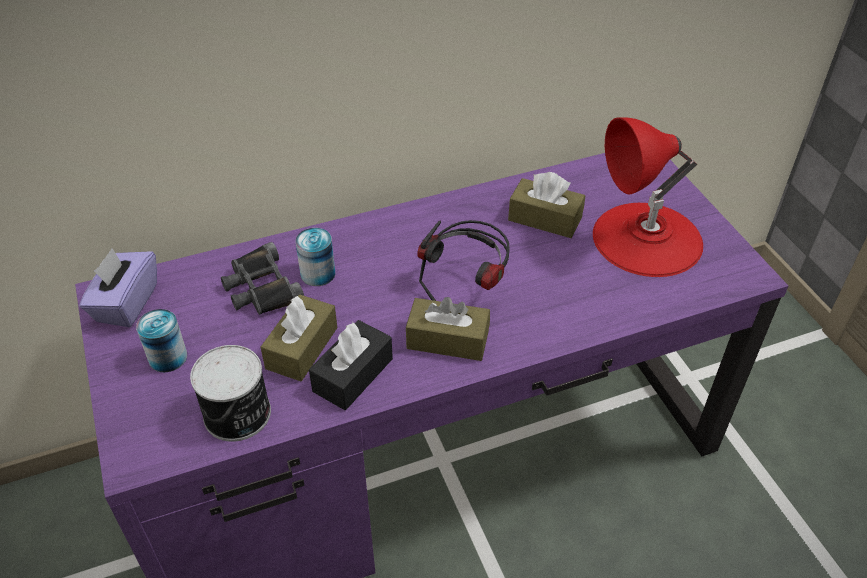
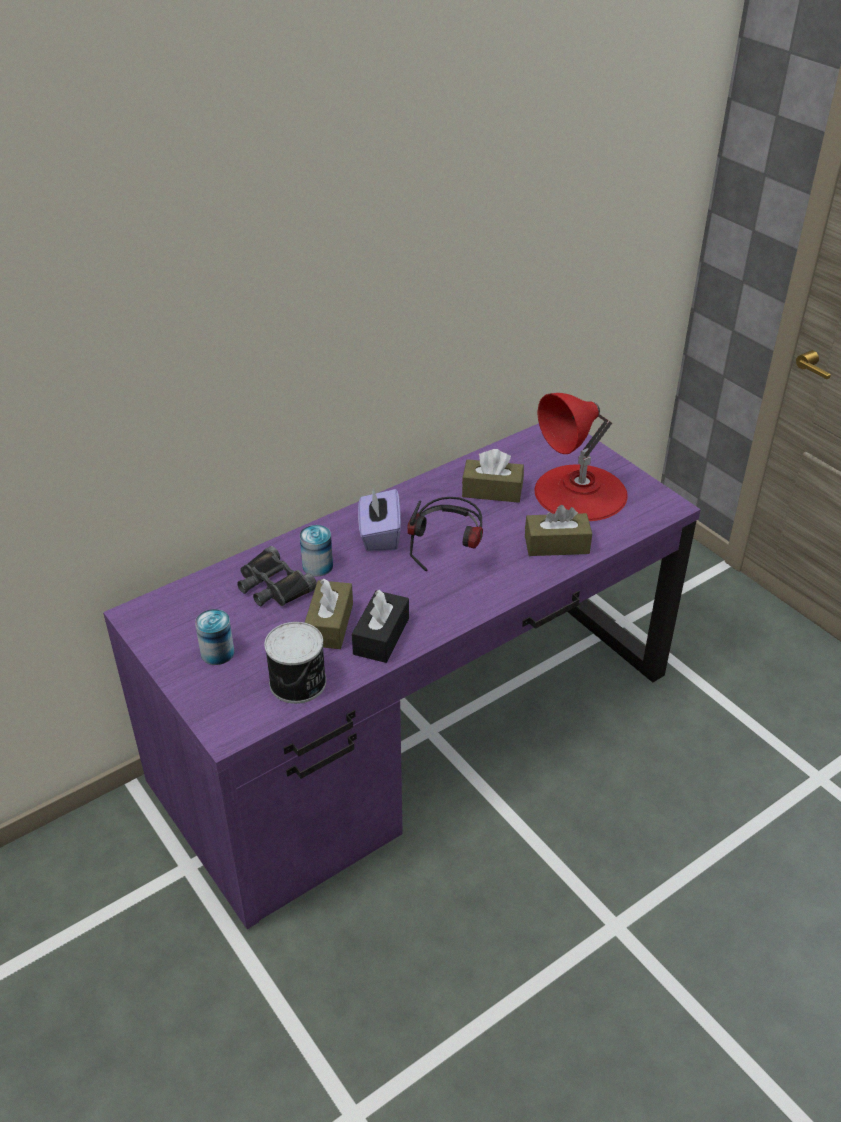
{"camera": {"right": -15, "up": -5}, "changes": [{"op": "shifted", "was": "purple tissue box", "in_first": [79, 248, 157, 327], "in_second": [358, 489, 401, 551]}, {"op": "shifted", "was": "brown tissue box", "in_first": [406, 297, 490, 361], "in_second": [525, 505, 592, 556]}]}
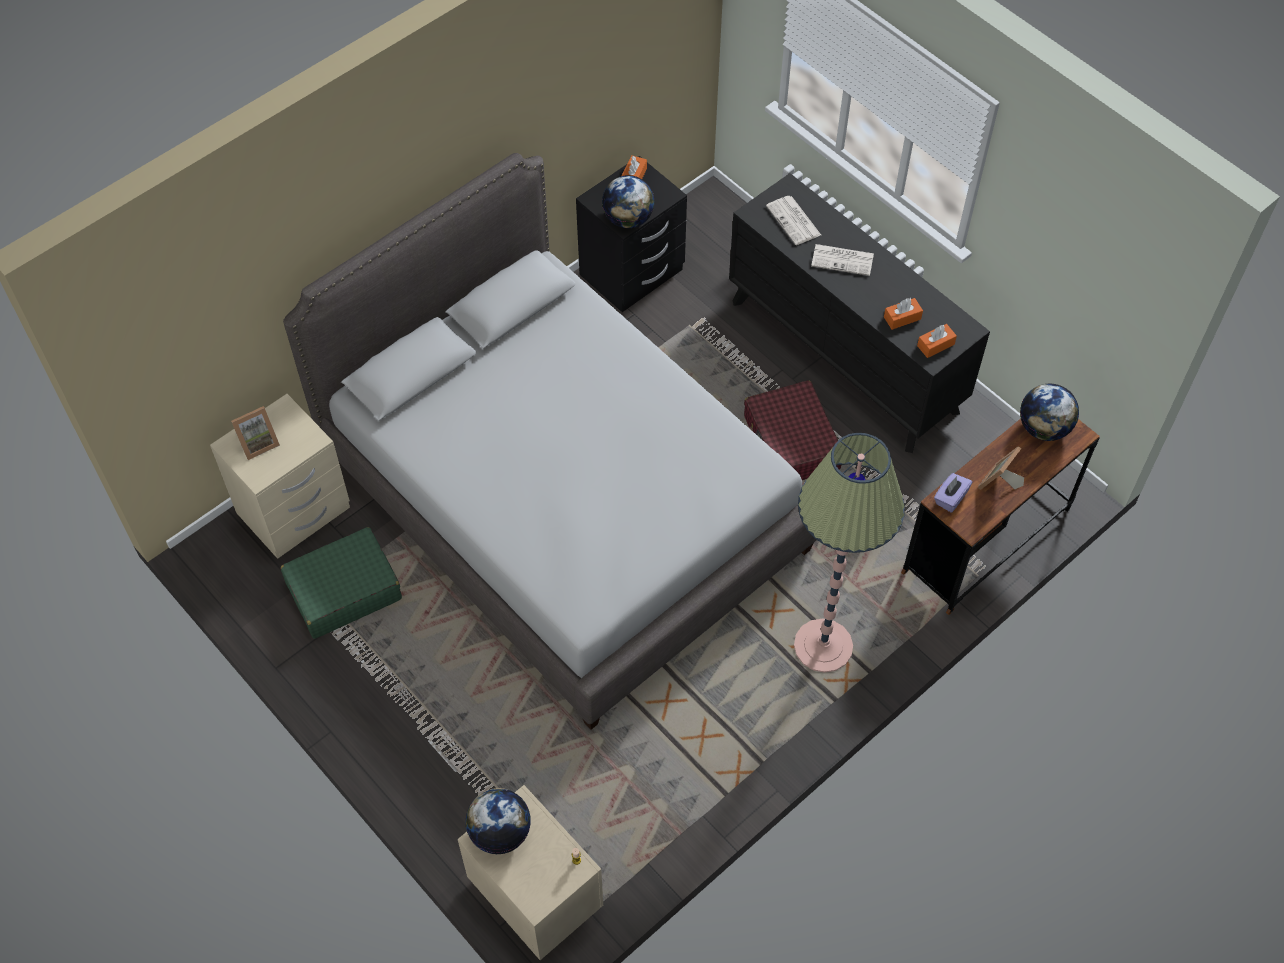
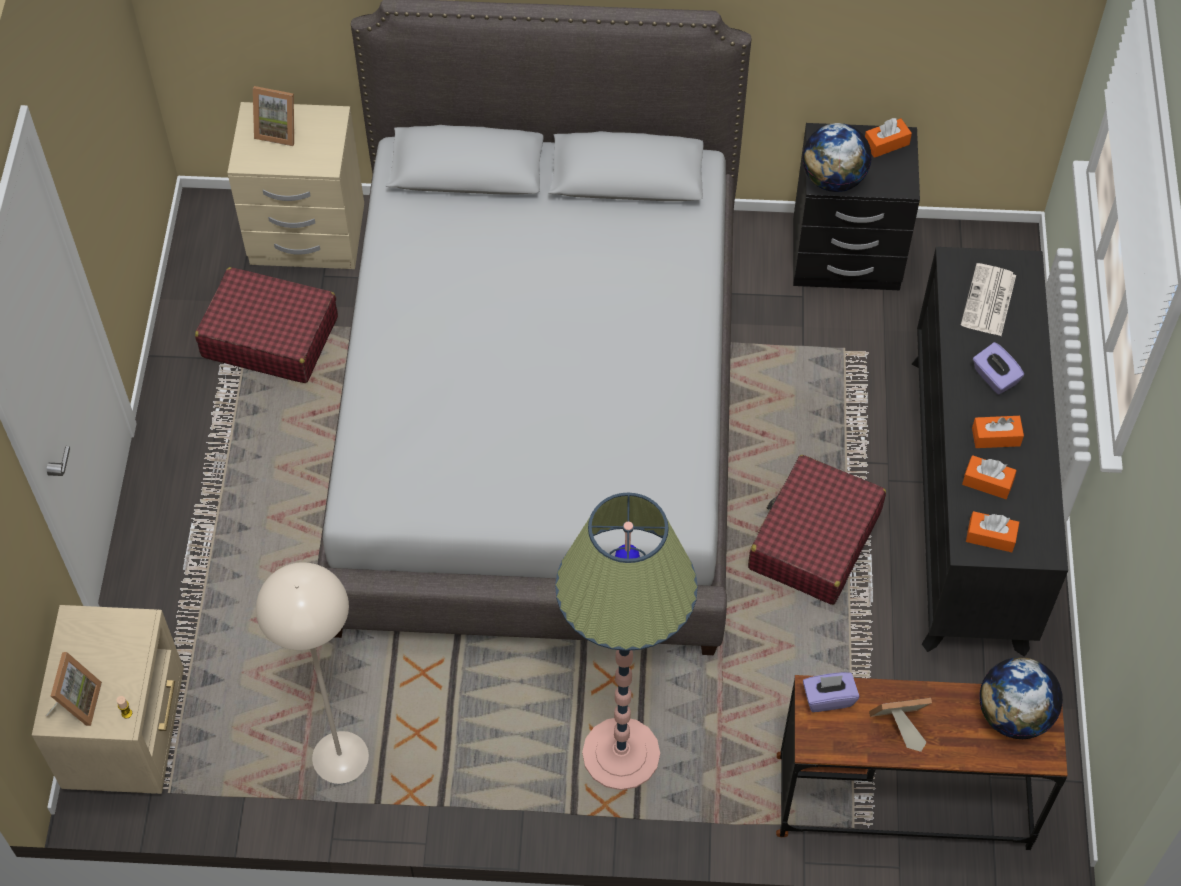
{"camera": {"right": 45, "up": 0}, "changes": [{"op": "repainted", "was": "green suitcase", "now": "red suitcase", "in_first": [280, 527, 402, 639], "in_second": [195, 267, 338, 383]}, {"op": "gone", "was": "globe", "in_first": [465, 788, 531, 854]}, {"op": "swapped", "was": "newspaper", "now": "purple tissue box", "in_first": [811, 244, 874, 276], "in_second": [973, 342, 1024, 394]}, {"op": "new", "now": "picture frame", "in_second": [46, 652, 102, 726]}, {"op": "new", "now": "beige floor lamp", "in_second": [256, 562, 369, 784]}, {"op": "new", "now": "orange tissue box", "in_second": [972, 416, 1024, 448]}]}
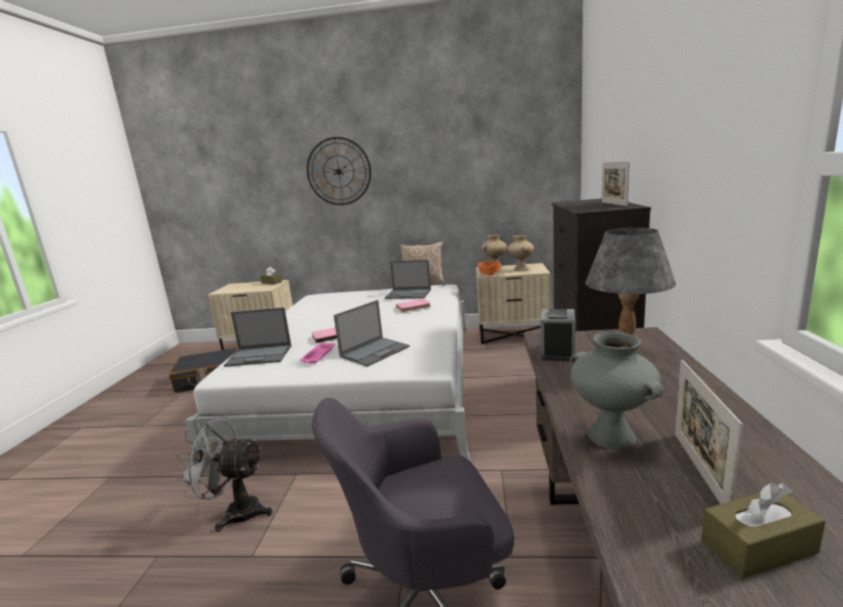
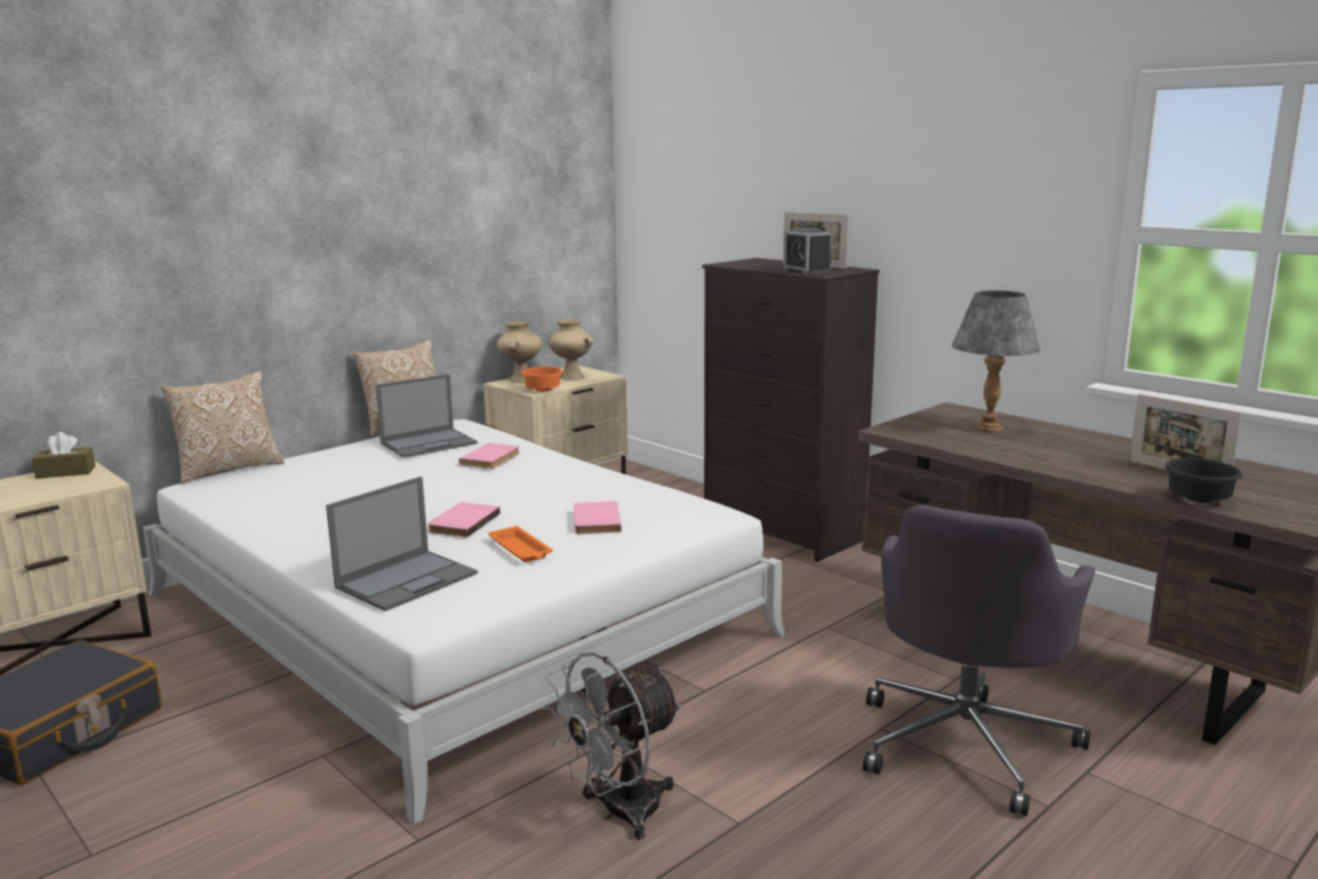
{"camera": {"right": -50, "up": 0}, "changes": [{"op": "repainted", "was": "pink tray", "now": "orange tray", "in_first": [300, 343, 335, 363], "in_second": [488, 526, 553, 562]}, {"op": "gone", "was": "wall clock", "in_first": [307, 137, 371, 205]}, {"op": "swapped", "was": "laptop", "now": "pink book", "in_first": [334, 300, 410, 367], "in_second": [574, 501, 621, 534]}, {"op": "shifted", "was": "alarm clock", "in_first": [540, 309, 575, 361], "in_second": [782, 227, 832, 275]}, {"op": "gone", "was": "grey vase", "in_first": [570, 332, 663, 450]}, {"op": "gone", "was": "brown tissue box", "in_first": [701, 483, 825, 578]}, {"op": "new", "now": "pillow", "in_second": [161, 371, 284, 484]}, {"op": "new", "now": "black bowl", "in_second": [1165, 458, 1242, 503]}]}
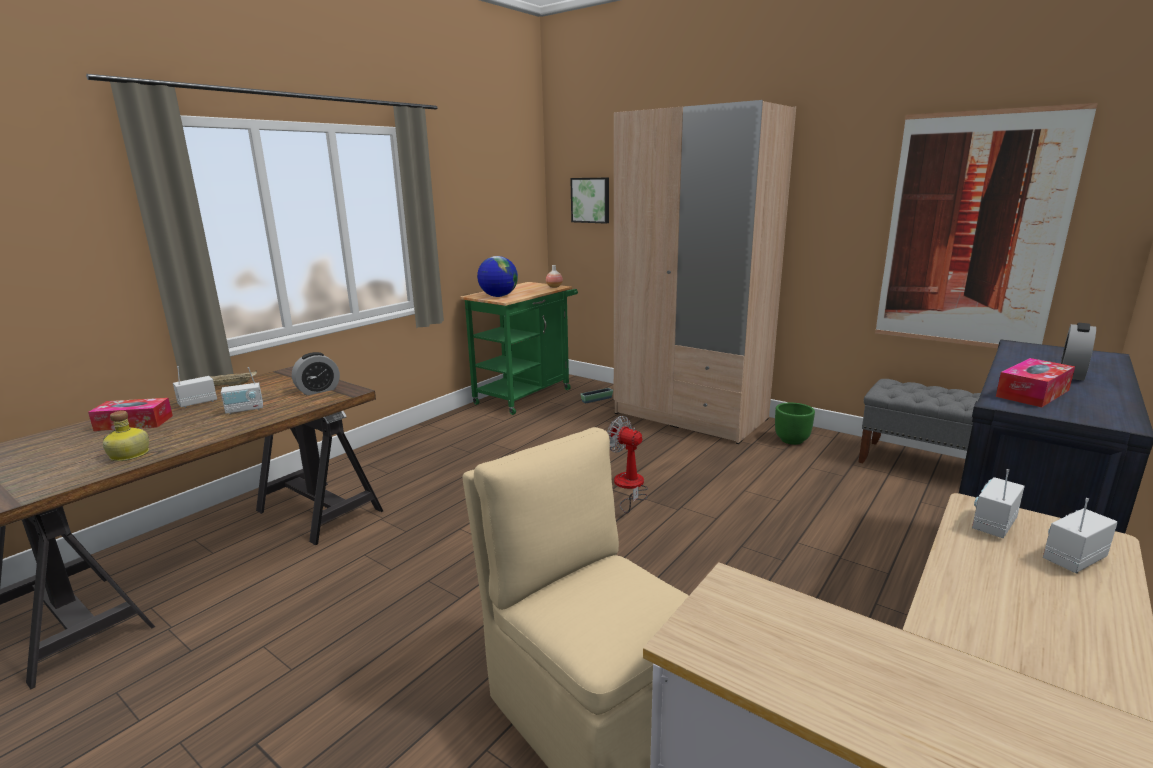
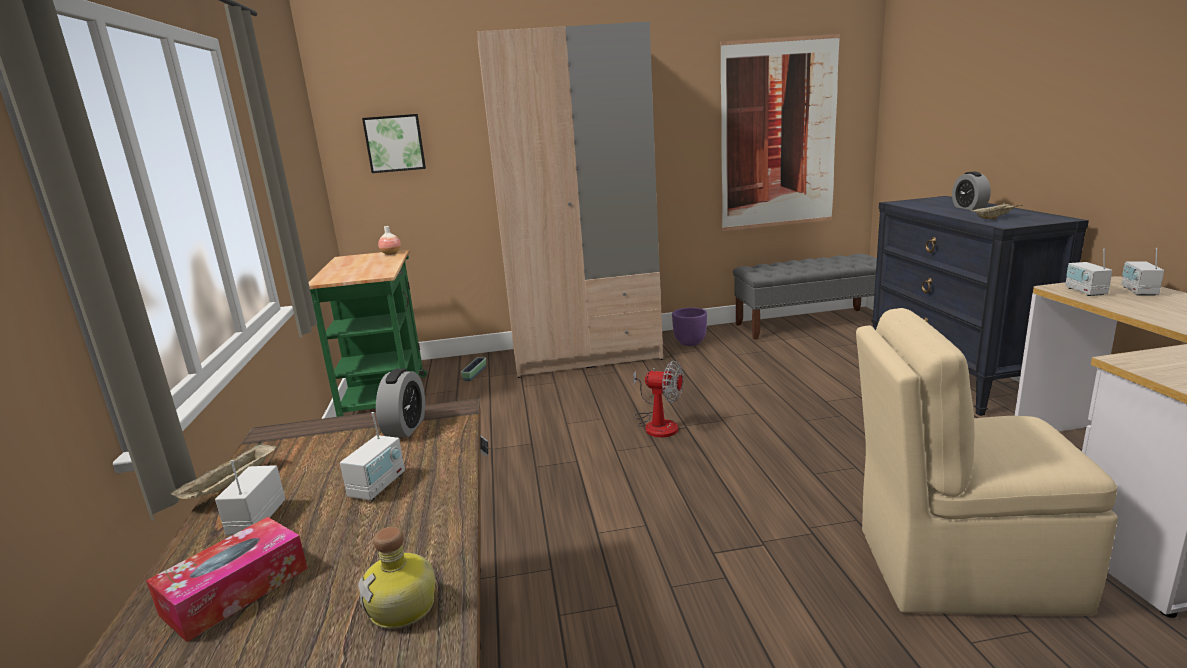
{"camera": {"right": -45, "up": 0}, "changes": [{"op": "gone", "was": "globe", "in_first": [477, 256, 518, 297]}, {"op": "rotated", "was": "fan", "in_first": [607, 416, 648, 513], "in_second": [633, 361, 684, 437], "clockwise": -150}, {"op": "repainted", "was": "green planter", "now": "purple planter", "in_first": [775, 402, 815, 445], "in_second": [672, 308, 707, 346]}, {"op": "swapped", "was": "tissue box", "now": "beige tray", "in_first": [996, 358, 1075, 407], "in_second": [970, 202, 1022, 220]}]}
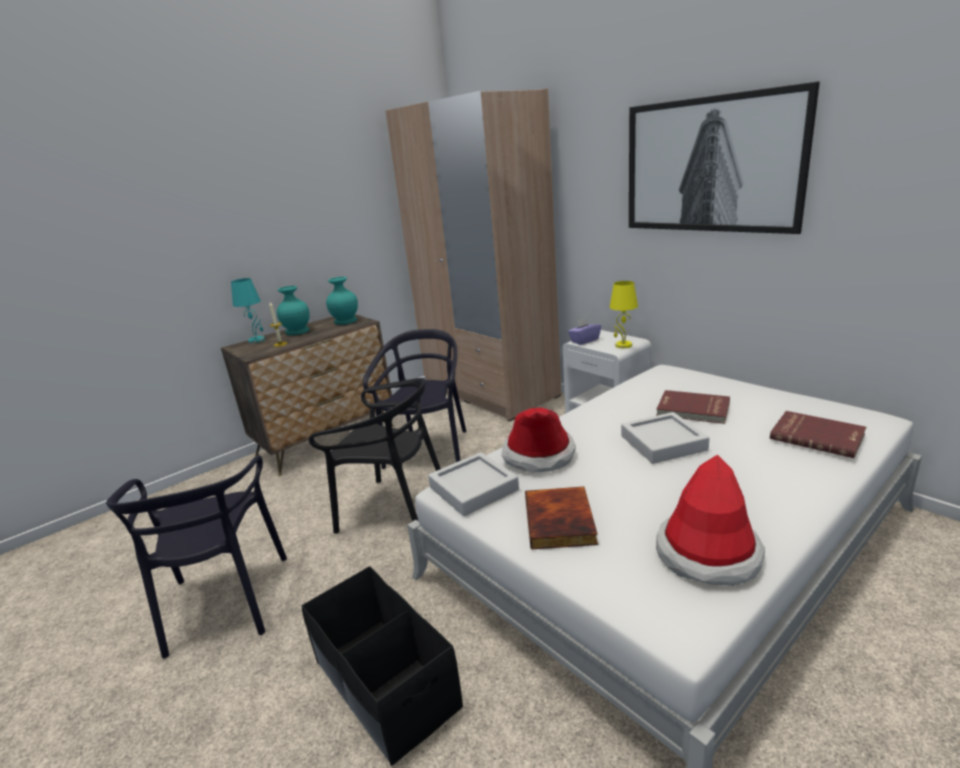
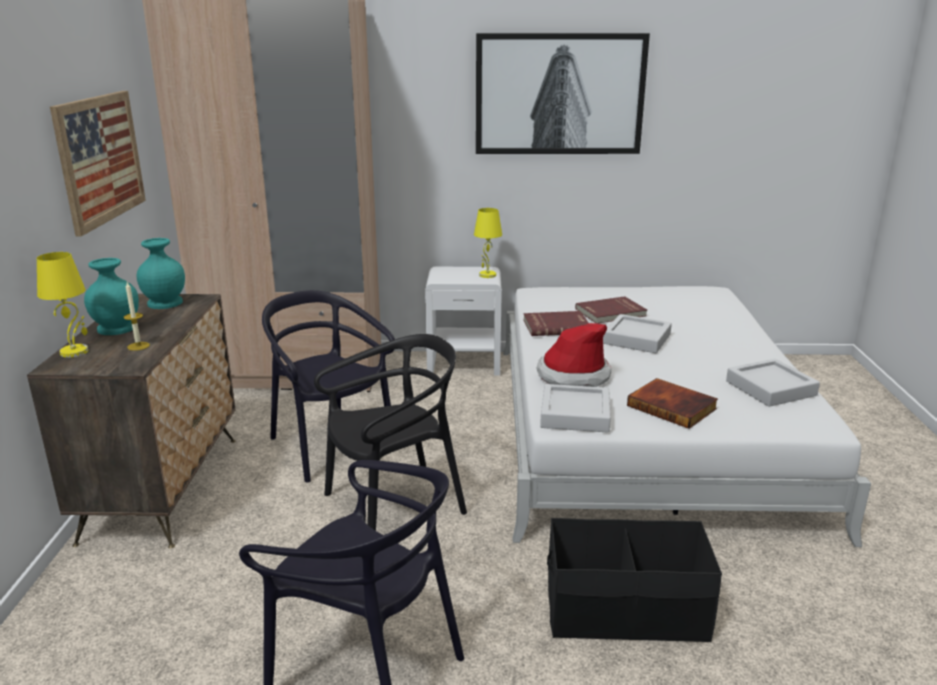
{"camera": {"right": -50, "up": 0}, "changes": [{"op": "repainted", "was": "turquoise table lamp", "now": "yellow table lamp", "in_first": [231, 278, 265, 343], "in_second": [37, 252, 88, 358]}, {"op": "gone", "was": "purple tissue box", "in_first": [568, 317, 601, 345]}, {"op": "swapped", "was": "hat", "now": "grey tray", "in_first": [656, 455, 765, 586], "in_second": [726, 359, 820, 407]}, {"op": "shifted", "was": "red book", "in_first": [770, 411, 866, 458], "in_second": [523, 311, 589, 336]}, {"op": "new", "now": "picture", "in_second": [50, 91, 146, 237]}]}
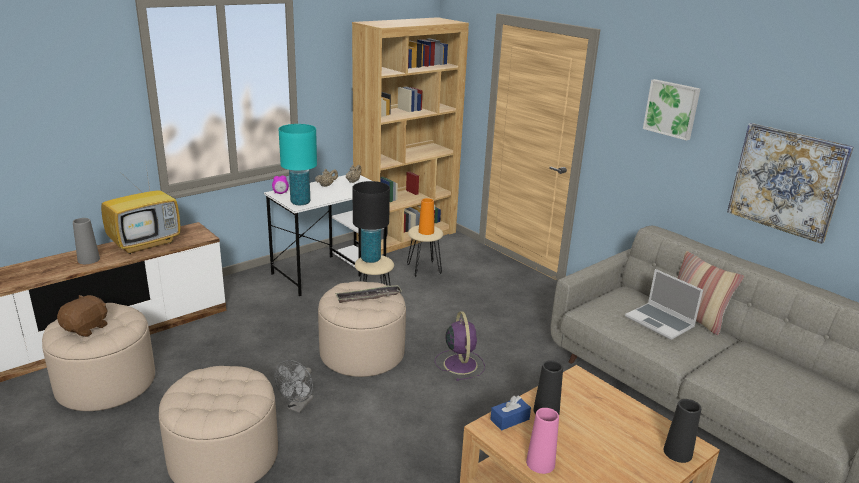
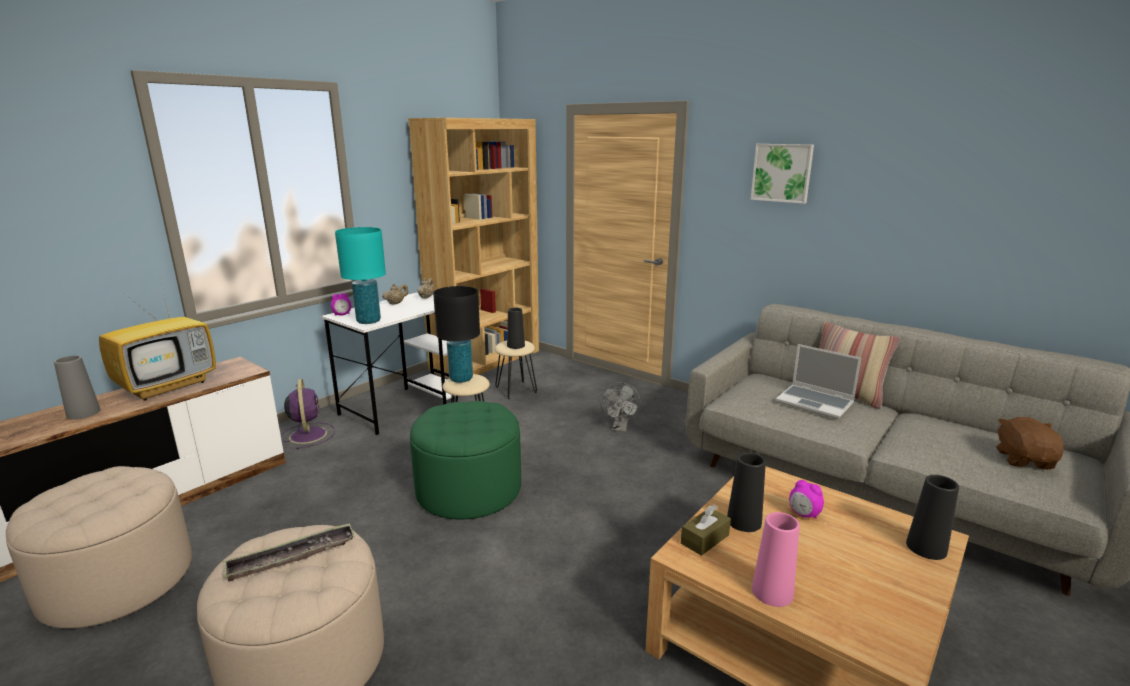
{"camera": {"right": -10, "up": -5}, "changes": [{"op": "shifted", "was": "brown plush toy", "in_first": [57, 295, 108, 337], "in_second": [996, 417, 1064, 469]}, {"op": "shifted", "was": "grey fan", "in_first": [275, 360, 313, 413], "in_second": [600, 382, 641, 432]}, {"op": "repainted", "was": "beige ottoman", "now": "green ottoman", "in_first": [318, 281, 406, 377], "in_second": [410, 401, 521, 519]}, {"op": "shifted", "was": "tray", "in_first": [335, 285, 402, 303], "in_second": [223, 523, 355, 582]}, {"op": "repainted", "was": "orange vase", "now": "black vase", "in_first": [418, 198, 434, 235], "in_second": [507, 308, 525, 349]}, {"op": "shifted", "was": "purple fan", "in_first": [435, 311, 485, 381], "in_second": [281, 379, 335, 449]}, {"op": "repainted", "was": "blue tissue box", "now": "brown tissue box", "in_first": [490, 396, 531, 431], "in_second": [681, 505, 731, 556]}, {"op": "gone", "was": "picture", "in_first": [727, 123, 854, 244]}, {"op": "new", "now": "alarm clock", "in_second": [789, 480, 824, 518]}]}
